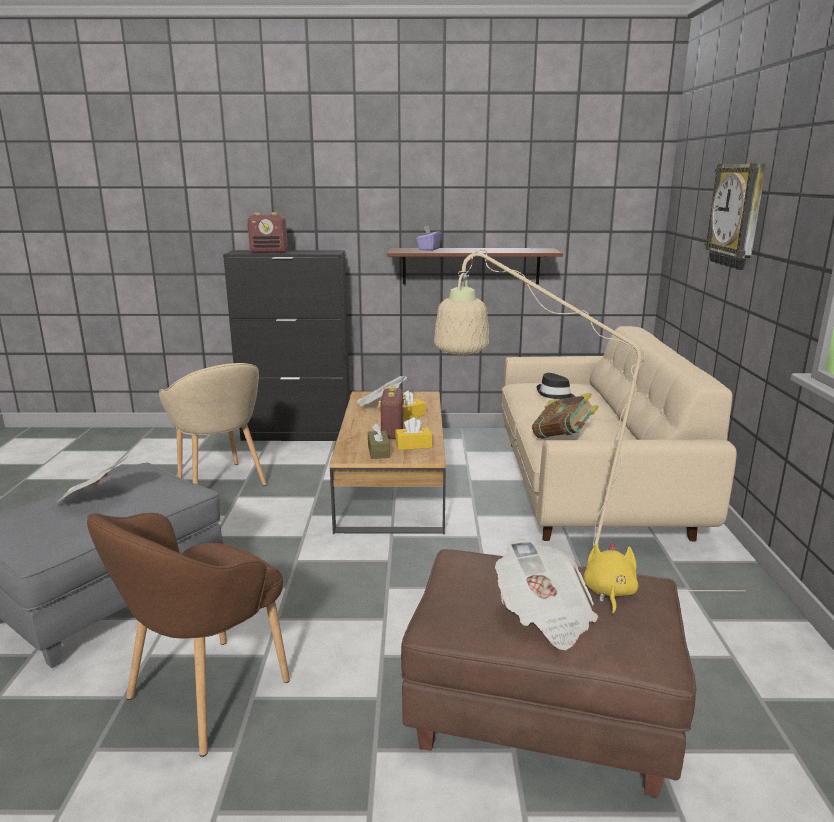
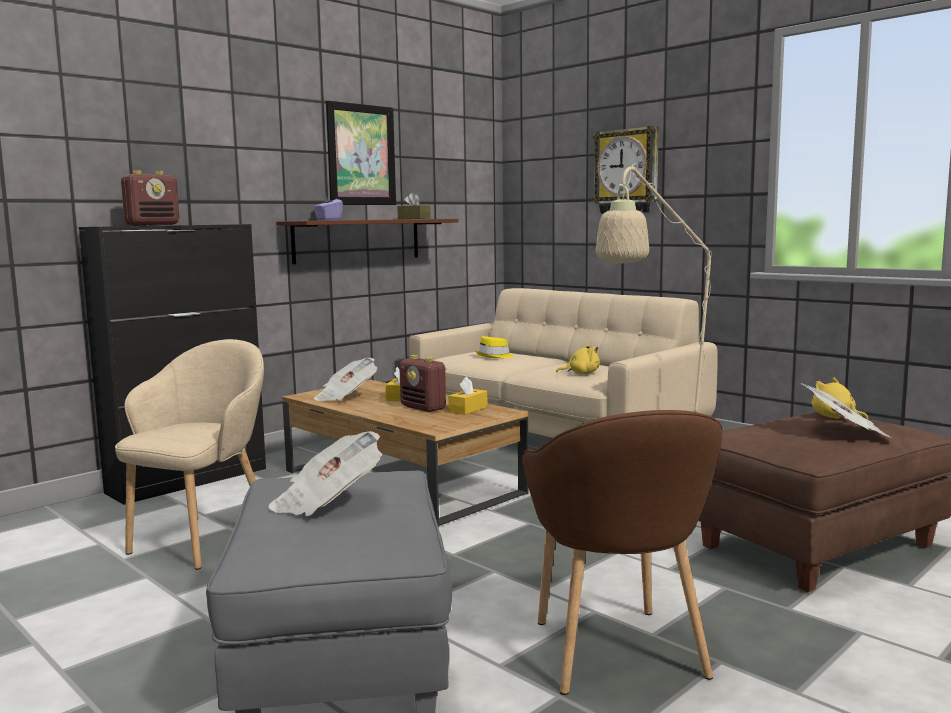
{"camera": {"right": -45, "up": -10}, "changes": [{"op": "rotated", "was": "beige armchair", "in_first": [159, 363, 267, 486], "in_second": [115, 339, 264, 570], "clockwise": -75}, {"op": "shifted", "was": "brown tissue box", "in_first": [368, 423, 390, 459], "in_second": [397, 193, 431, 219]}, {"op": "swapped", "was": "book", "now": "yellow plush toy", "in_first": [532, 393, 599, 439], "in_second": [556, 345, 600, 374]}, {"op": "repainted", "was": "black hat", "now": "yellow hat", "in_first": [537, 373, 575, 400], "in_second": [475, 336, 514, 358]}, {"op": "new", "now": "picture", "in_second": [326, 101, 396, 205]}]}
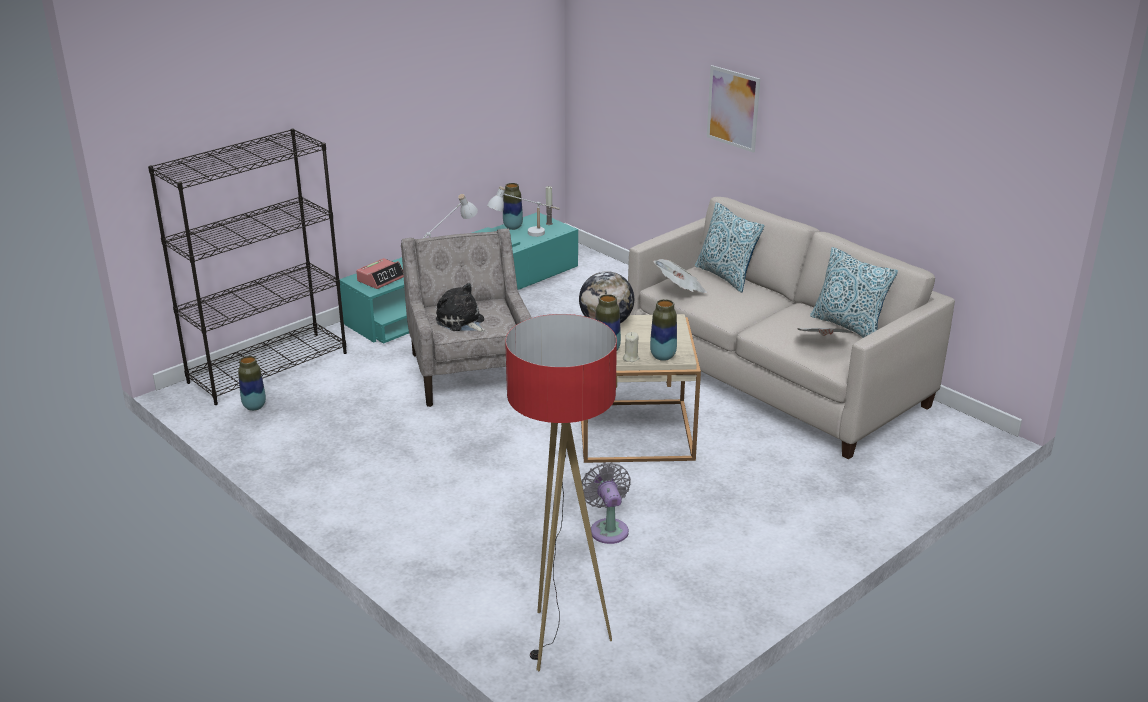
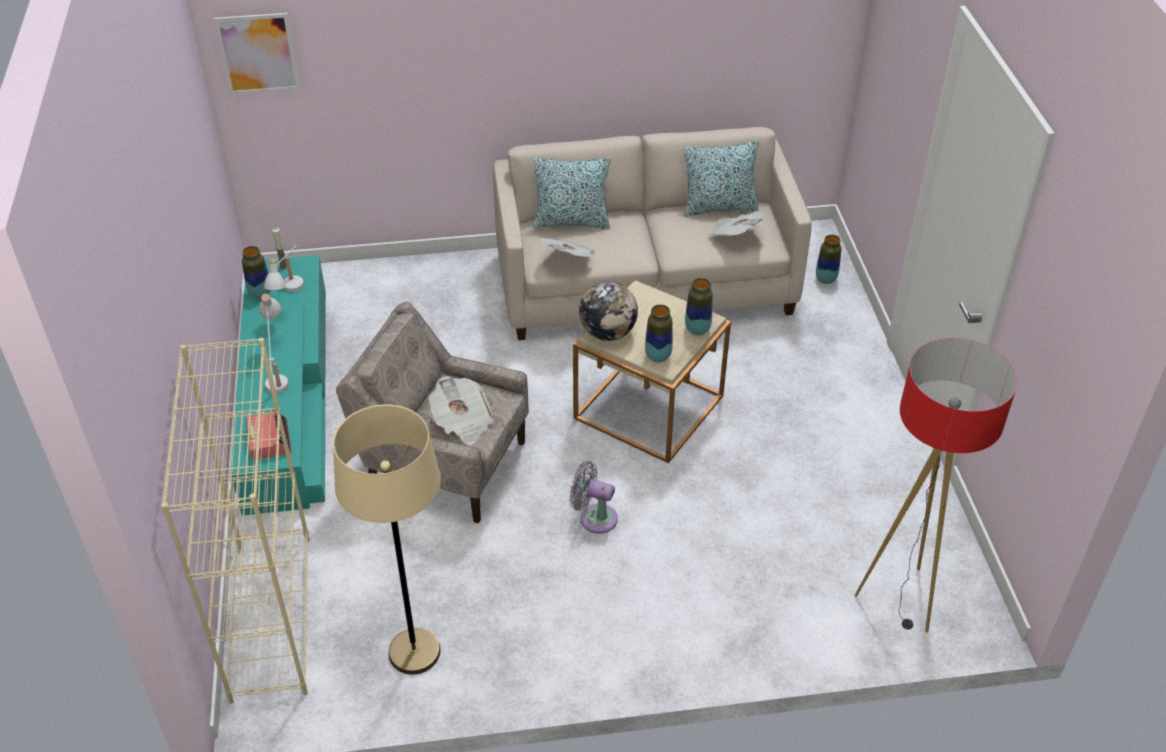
{"camera": {"right": -55, "up": 15}, "changes": [{"op": "repainted", "was": "black bookcase", "now": "beige bookcase", "in_first": [148, 129, 347, 405], "in_second": [161, 338, 310, 704]}, {"op": "shifted", "was": "vase", "in_first": [238, 356, 266, 411], "in_second": [816, 235, 841, 284]}, {"op": "swapped", "was": "plush toy", "now": "newspaper", "in_first": [436, 283, 485, 332], "in_second": [428, 376, 494, 445]}, {"op": "shifted", "was": "grey fan", "in_first": [581, 462, 631, 544], "in_second": [570, 461, 618, 534]}, {"op": "gone", "was": "beige candle", "in_first": [623, 332, 640, 362]}, {"op": "shifted", "was": "picture", "in_first": [707, 65, 760, 153], "in_second": [214, 13, 300, 94]}, {"op": "new", "now": "beige floor lamp", "in_second": [333, 404, 441, 675]}]}
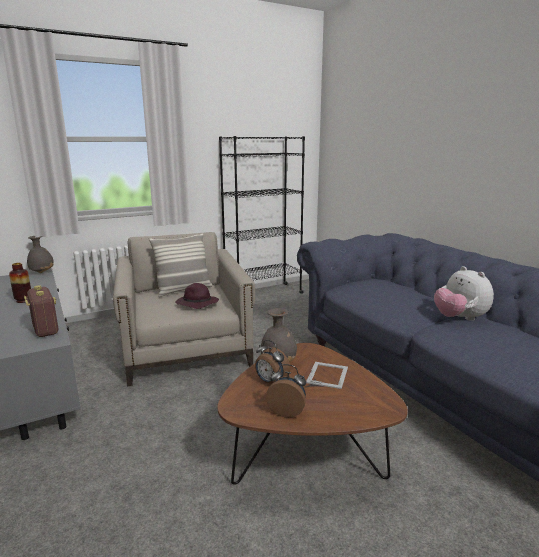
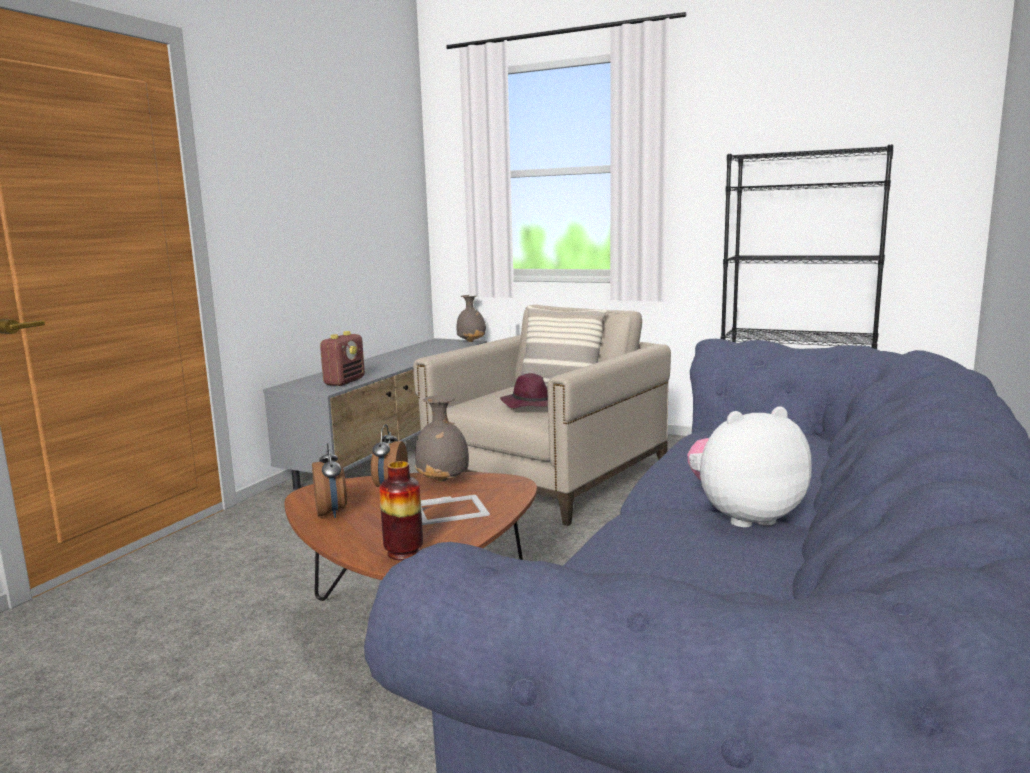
{"camera": {"right": 55, "up": -5}, "changes": [{"op": "shifted", "was": "vase", "in_first": [9, 263, 31, 303], "in_second": [379, 461, 423, 560]}, {"op": "rotated", "was": "plush toy", "in_first": [434, 266, 494, 321], "in_second": [687, 406, 812, 527], "clockwise": 45}]}
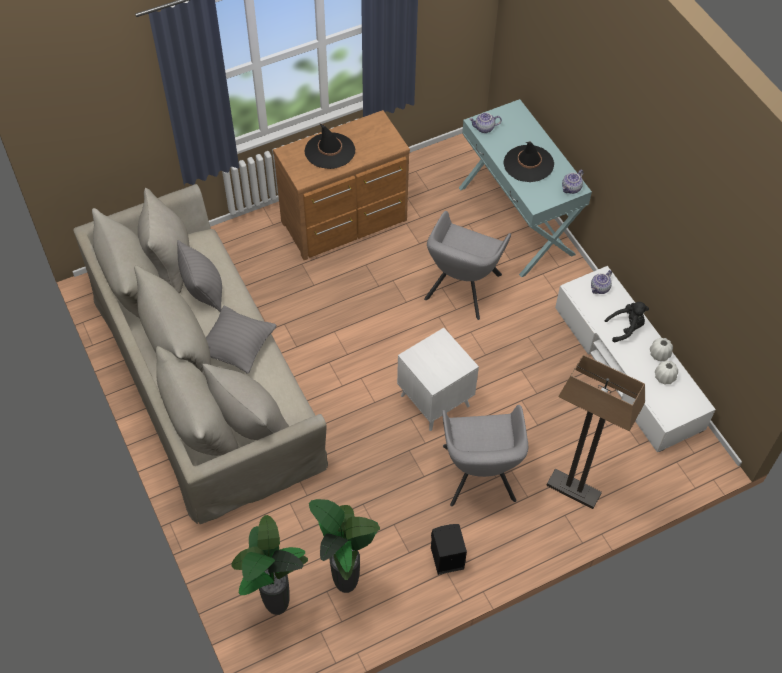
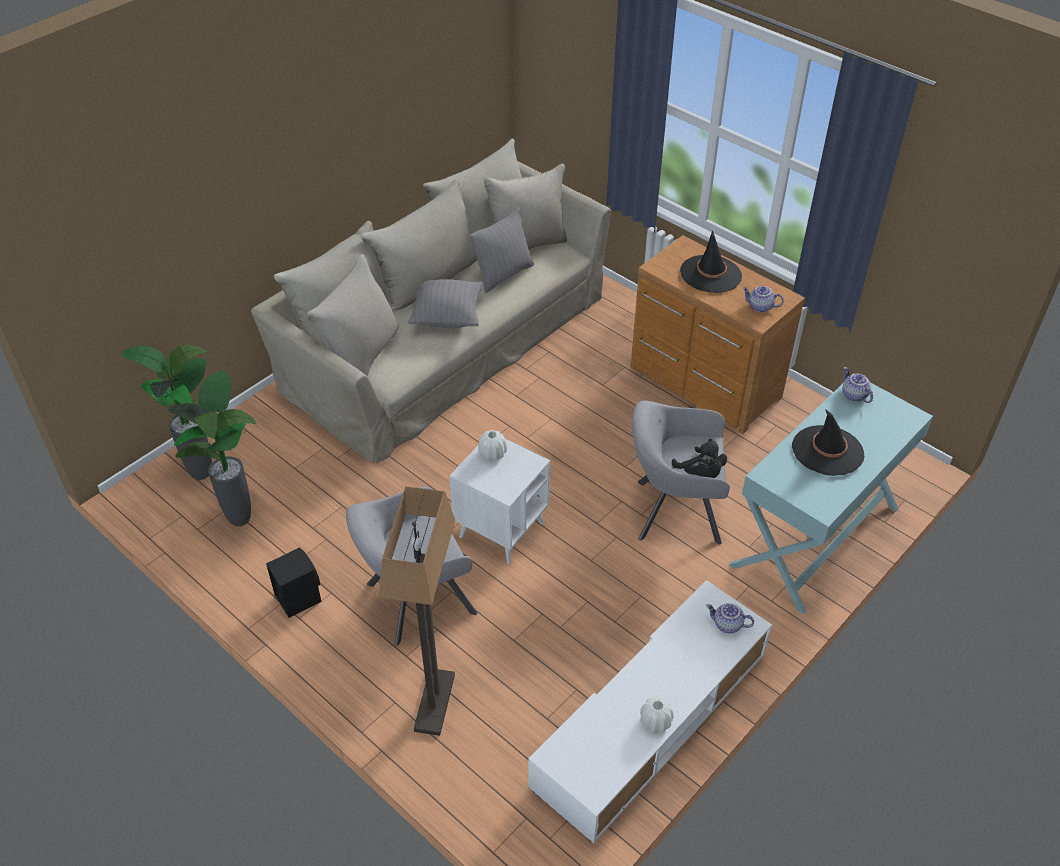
{"camera": {"right": 70, "up": -10}, "changes": [{"op": "shifted", "was": "teapot", "in_first": [562, 170, 584, 194], "in_second": [742, 286, 784, 312]}, {"op": "shifted", "was": "black plush toy", "in_first": [605, 302, 649, 342], "in_second": [672, 439, 727, 478]}, {"op": "shifted", "was": "white vase", "in_first": [655, 360, 678, 384], "in_second": [478, 430, 507, 461]}]}
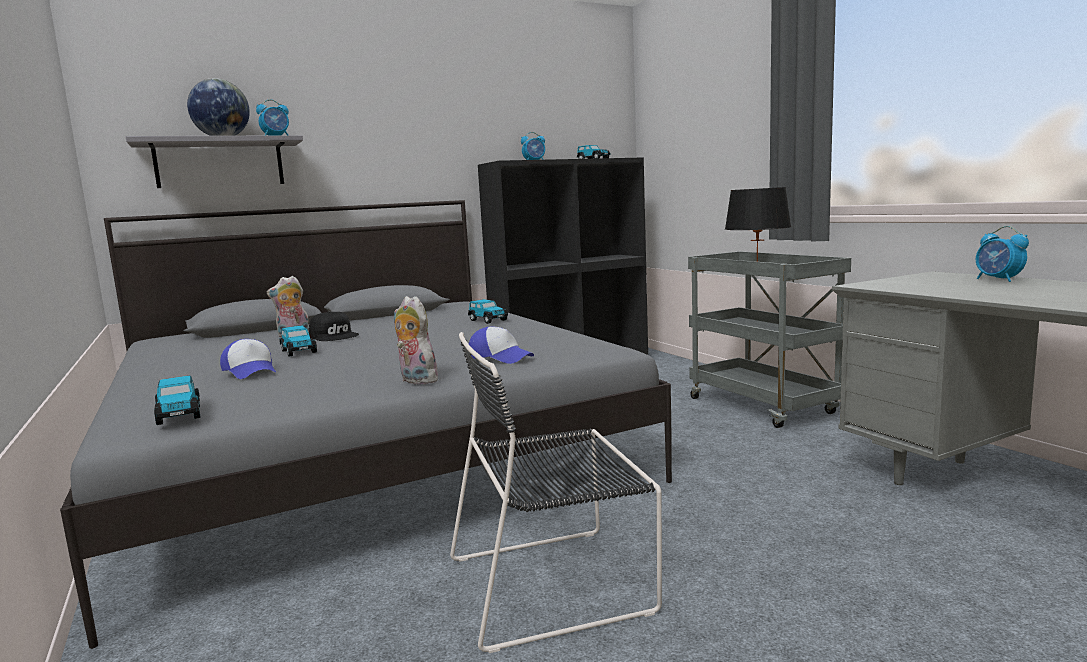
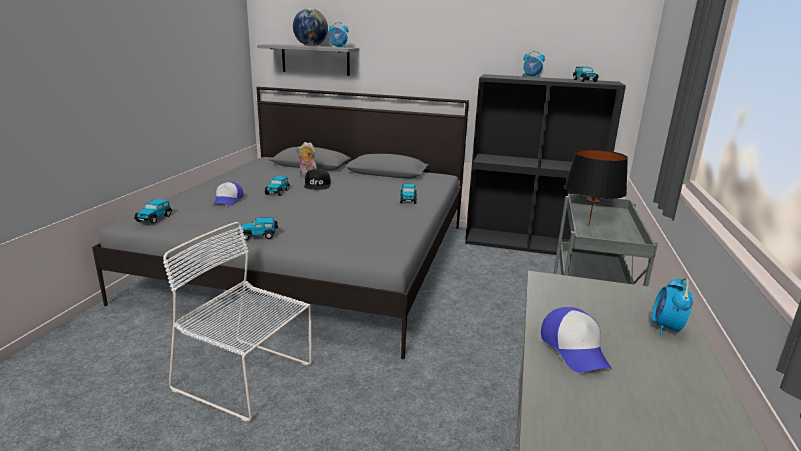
{"camera": {"right": 40, "up": 10}, "changes": [{"op": "swapped", "was": "plush toy", "now": "toy car", "in_first": [394, 296, 439, 385], "in_second": [238, 217, 278, 240]}, {"op": "repainted", "was": "black chair", "now": "white chair", "in_first": [450, 332, 662, 653], "in_second": [163, 222, 312, 422]}, {"op": "shifted", "was": "cap", "in_first": [469, 327, 534, 364], "in_second": [541, 307, 612, 373]}]}
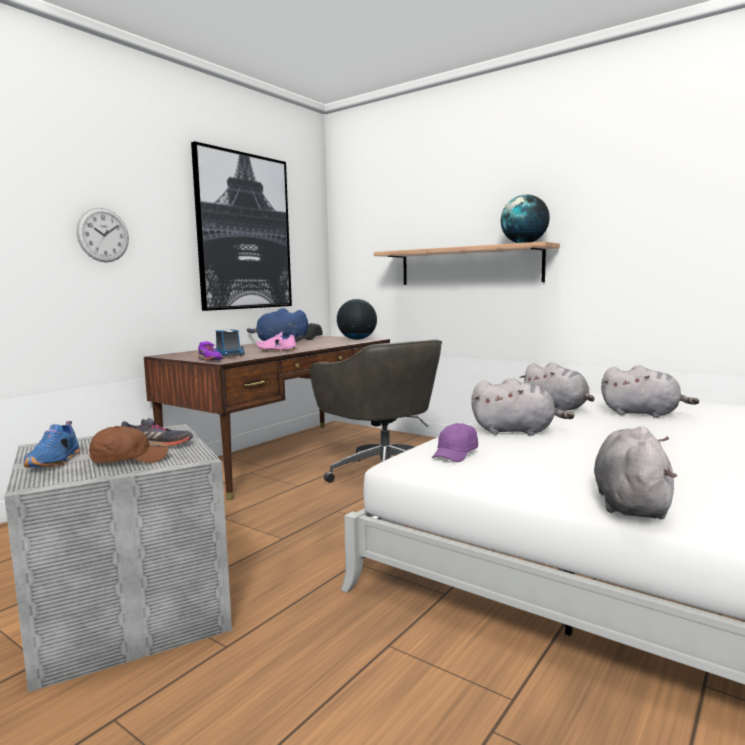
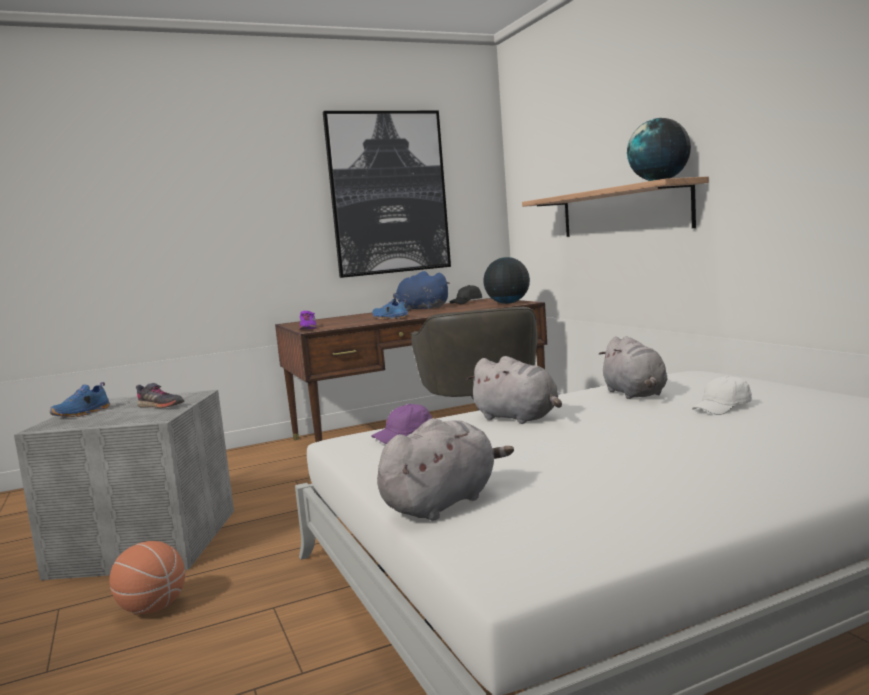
{"camera": {"right": 30, "up": 0}, "changes": [{"op": "gone", "was": "wall clock", "in_first": [77, 208, 129, 262]}, {"op": "gone", "was": "brown cap", "in_first": [89, 426, 169, 463]}, {"op": "gone", "was": "toy truck", "in_first": [215, 329, 245, 356]}, {"op": "repainted", "was": "pink shoe", "now": "blue shoe", "in_first": [256, 332, 297, 352], "in_second": [372, 298, 410, 319]}, {"op": "swapped", "was": "grey plush toy", "now": "white cap", "in_first": [601, 365, 699, 418], "in_second": [692, 376, 752, 415]}, {"op": "new", "now": "basketball", "in_second": [109, 541, 185, 614]}]}
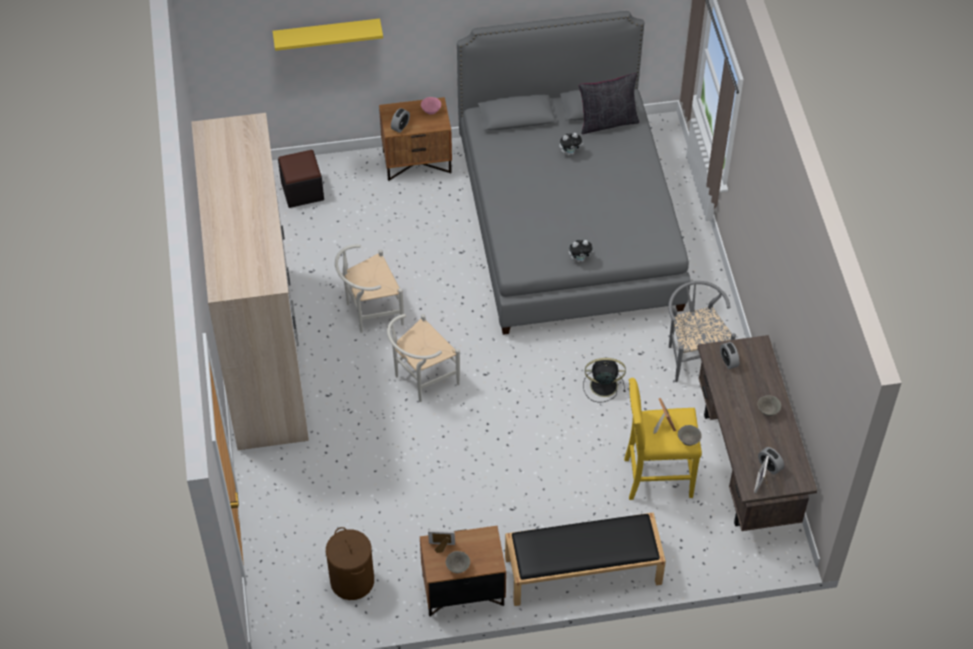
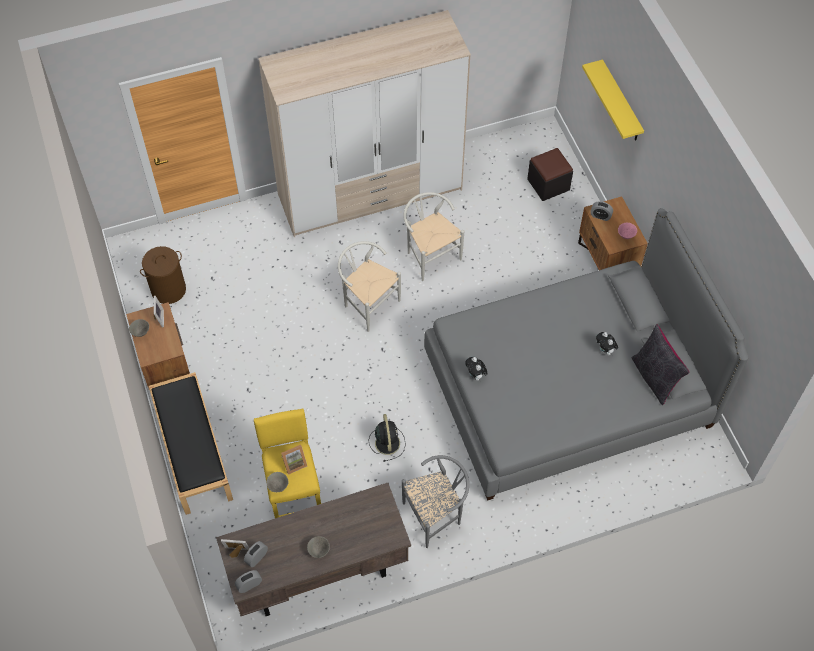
{"camera": {"right": 80, "up": 5}, "changes": [{"op": "shifted", "was": "alarm clock", "in_first": [720, 342, 739, 369], "in_second": [235, 570, 262, 593]}]}
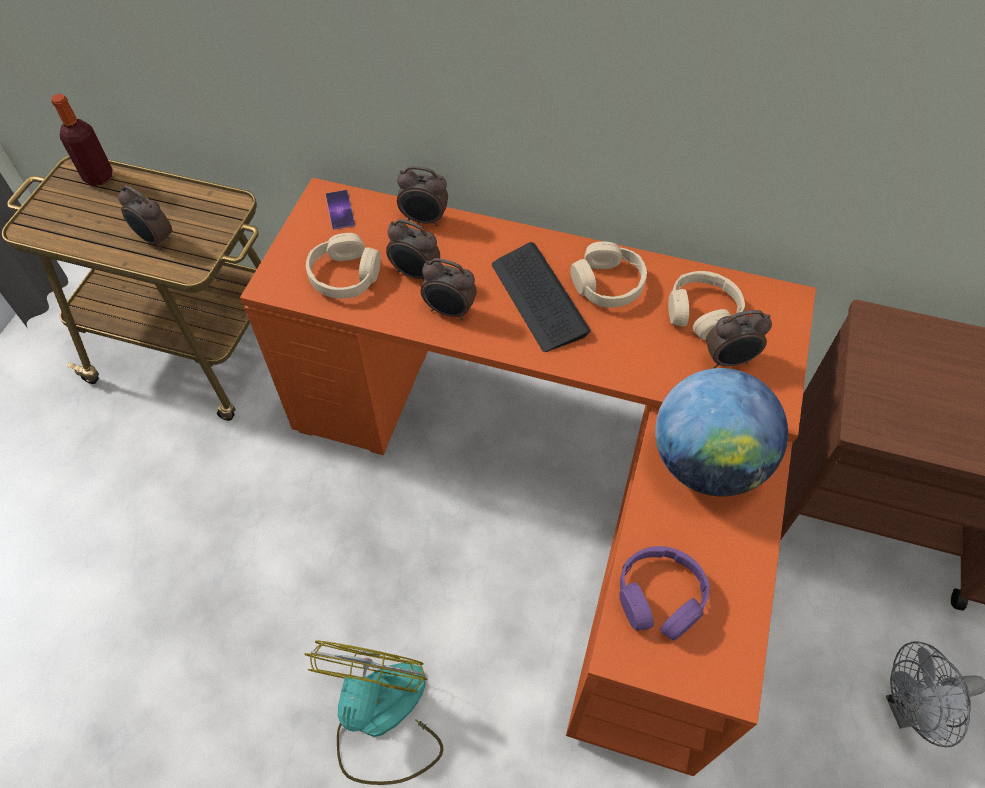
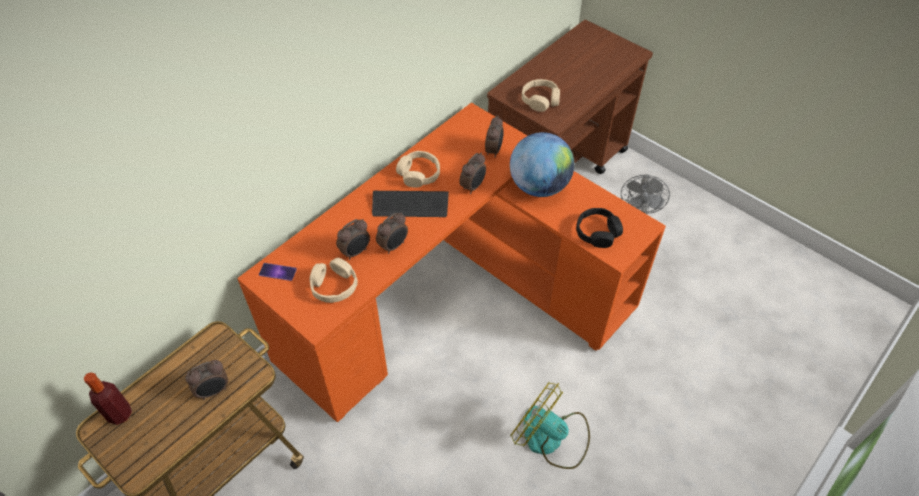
{"camera": {"right": -65, "up": -5}, "changes": [{"op": "shifted", "was": "alarm clock", "in_first": [397, 166, 448, 226], "in_second": [459, 153, 486, 194]}, {"op": "repainted", "was": "purple headphones", "now": "black headphones", "in_first": [619, 546, 710, 641], "in_second": [576, 208, 623, 248]}, {"op": "shifted", "was": "beige headphones", "in_first": [668, 271, 745, 340], "in_second": [522, 79, 560, 112]}]}
